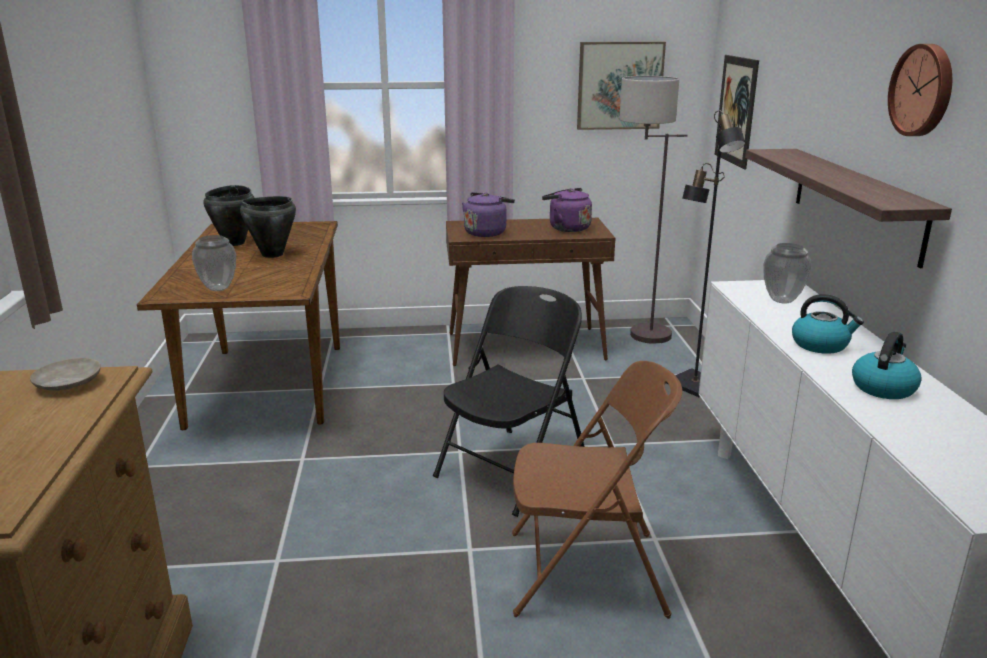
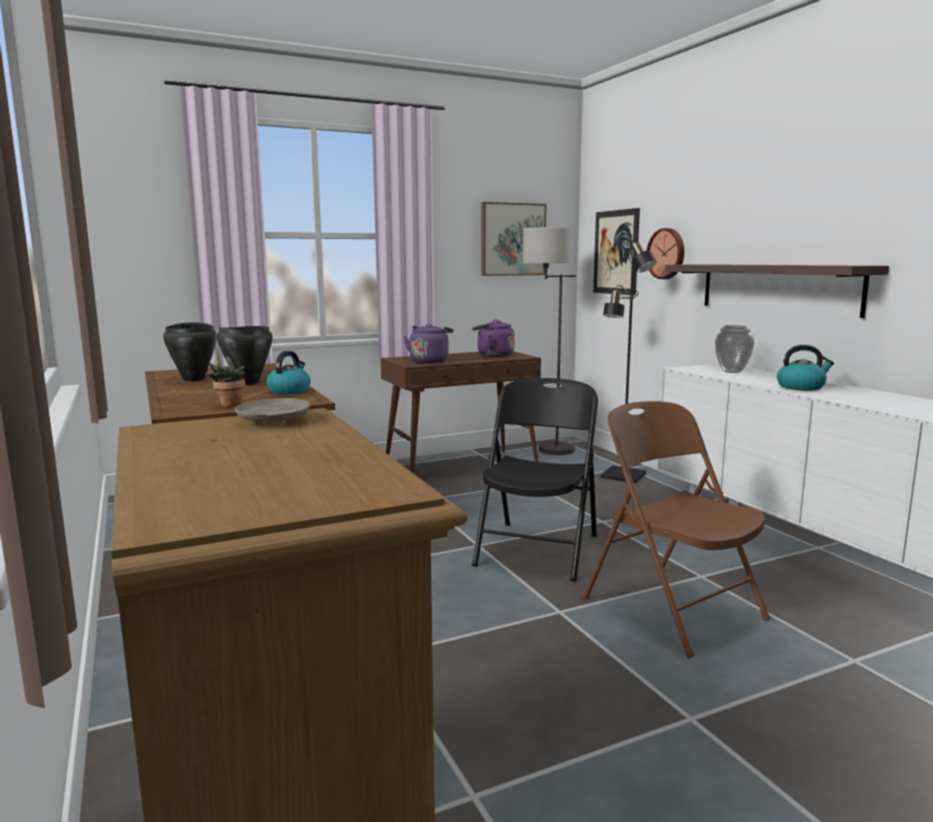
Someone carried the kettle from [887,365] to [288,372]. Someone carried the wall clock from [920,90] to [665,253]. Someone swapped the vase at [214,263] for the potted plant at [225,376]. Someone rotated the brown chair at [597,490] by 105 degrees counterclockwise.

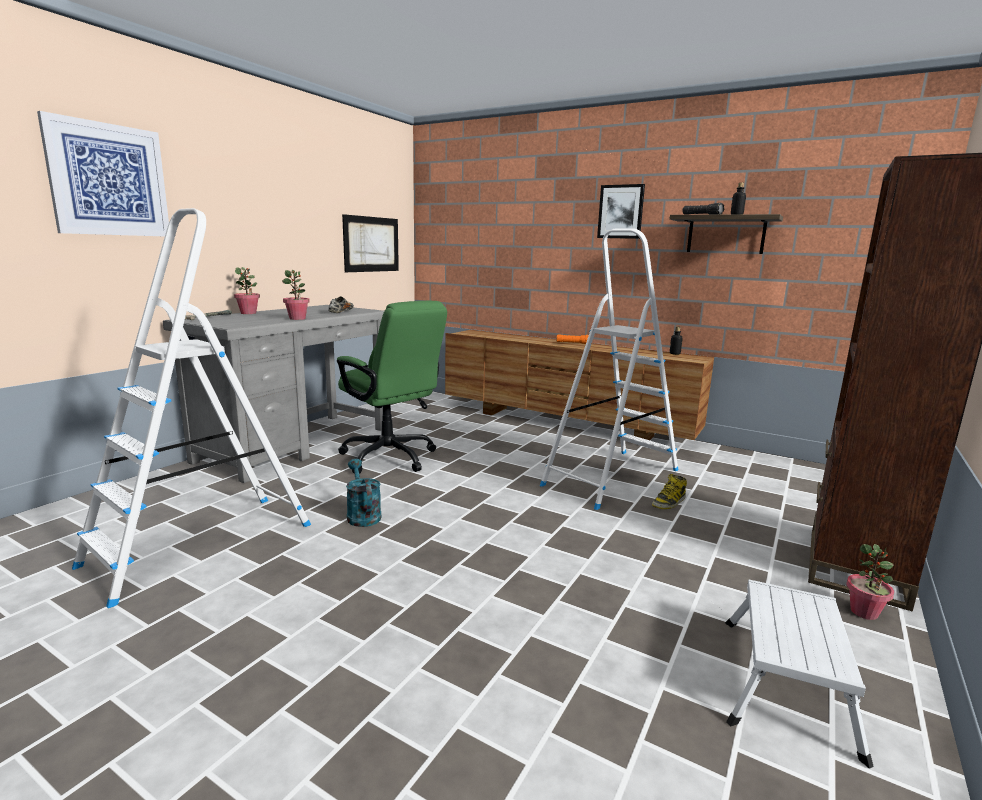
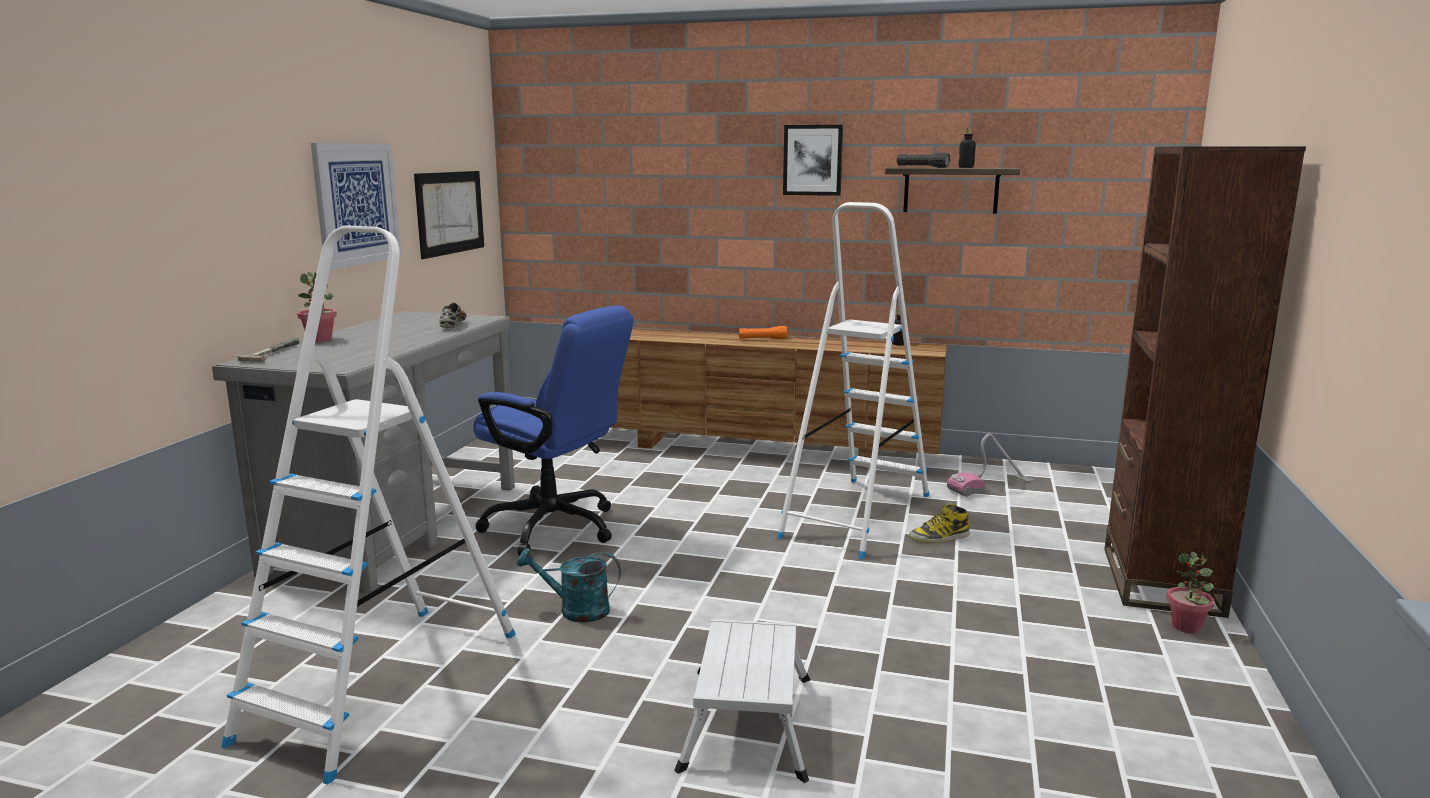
Someone took away the potted plant at [296,295]. Someone put down the vacuum cleaner at [990,465]. Someone carried the picture from [103,173] to [356,206]. Someone carried the white step ladder from [799,674] to [742,701]. Someone repainted the green office chair at [392,387], which became the blue office chair at [553,431]. Someone rotated the turquoise watering can at [363,493] by 45 degrees counterclockwise. Someone rotated the boot at [669,491] by 45 degrees clockwise.

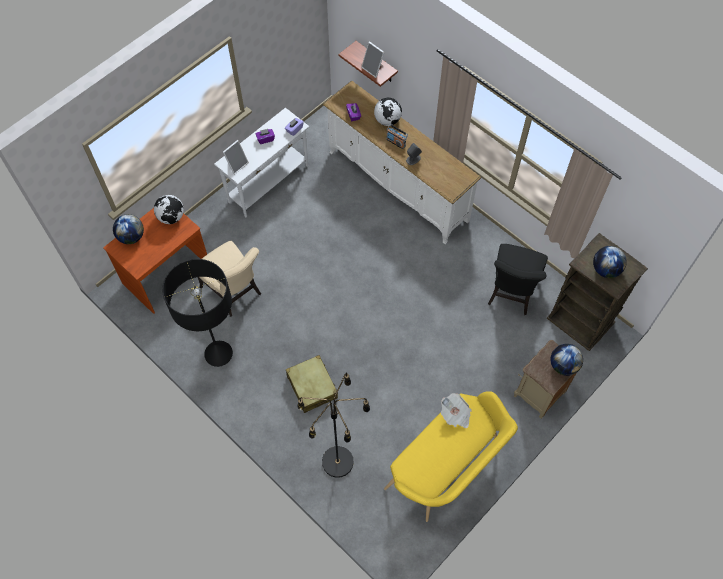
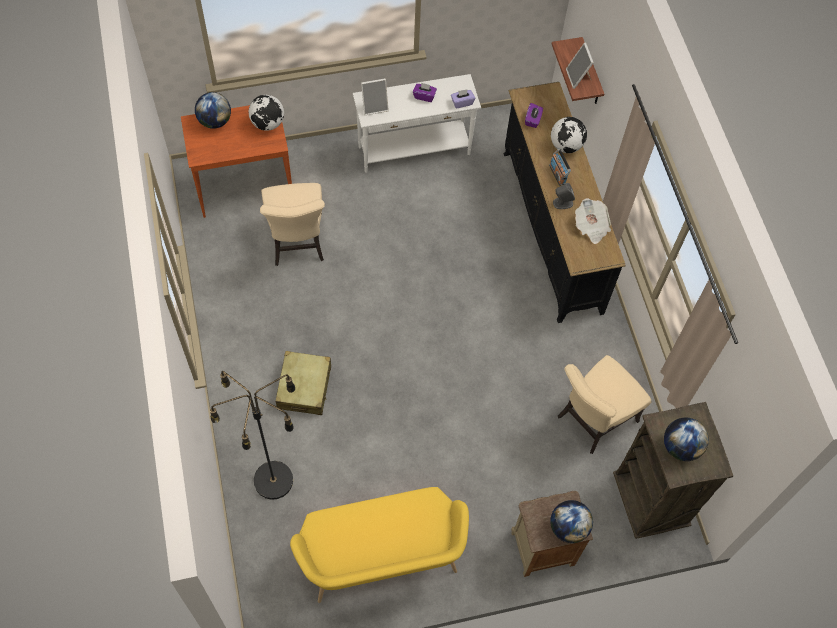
Someone took away the black floor lamp at [197,313]. Someone carried the newspaper from [456,410] to [593,221]. Someone repainted the white dresser at [401,162], which became the black dresser at [564,202]. Someone repainted the black chair at [518,279], which became the beige chair at [604,404].

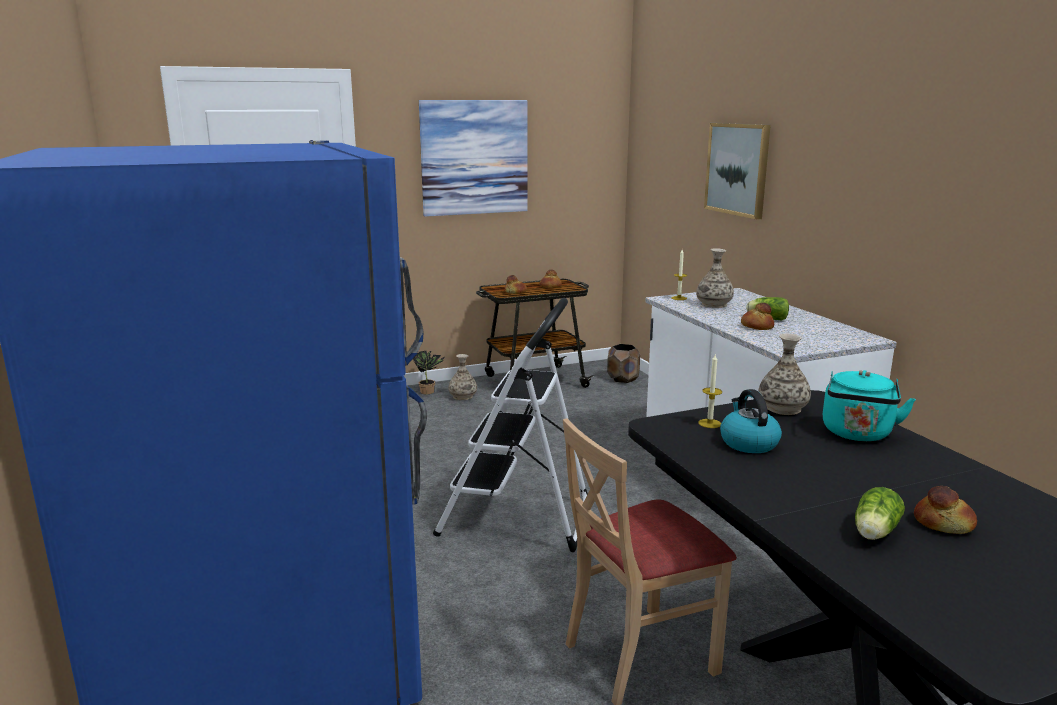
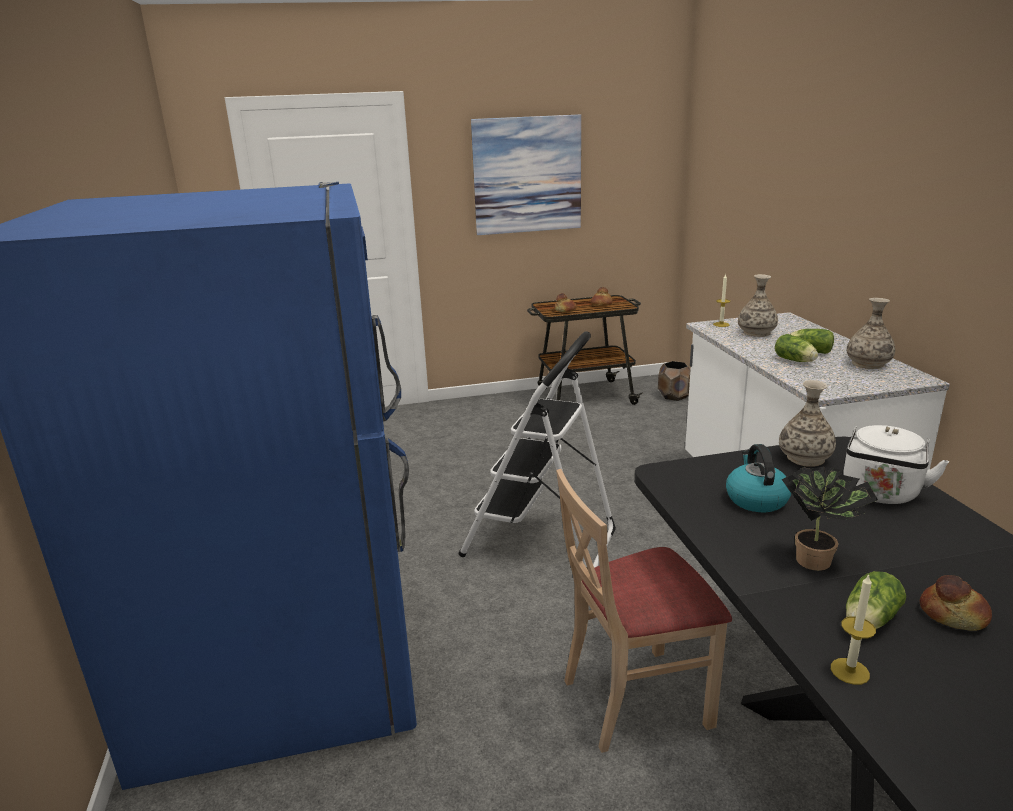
Someone took away the picture at [737,171]. Someone carried the potted plant from [428,373] to [830,518]. Someone carried the vase from [463,377] to [871,333]. Someone carried the candle from [710,391] to [853,629]. Someone swapped the bread at [757,316] for the lettuce at [796,348]. Someone repainted the turquoise kettle at [869,405], which became the white kettle at [896,464].

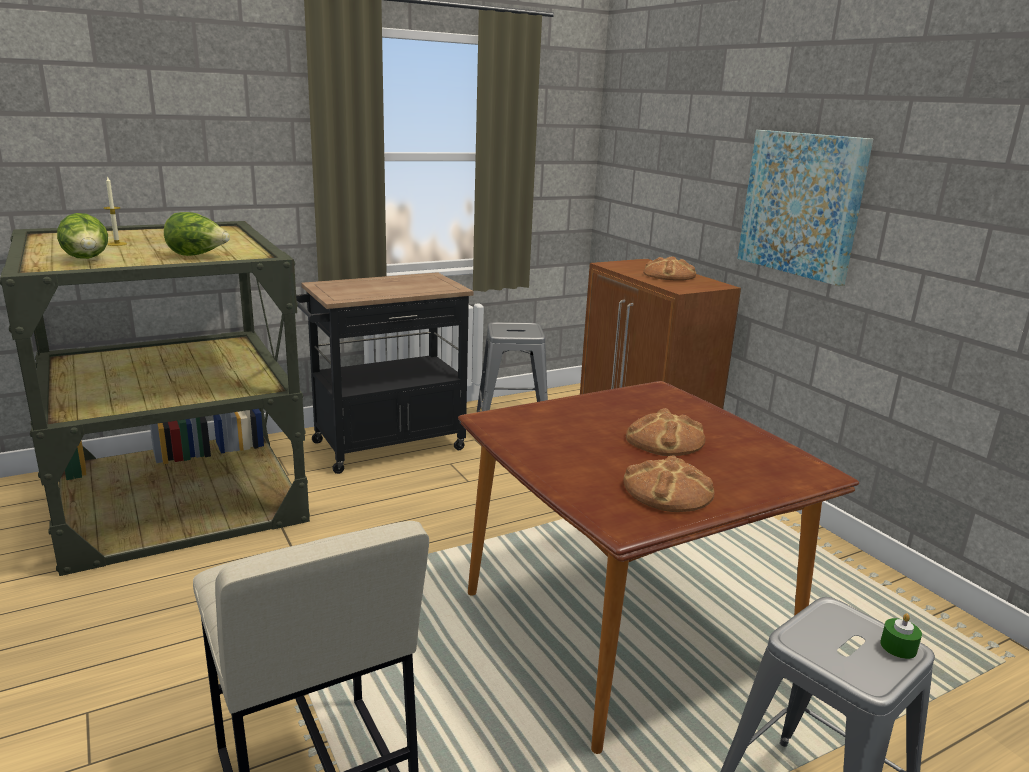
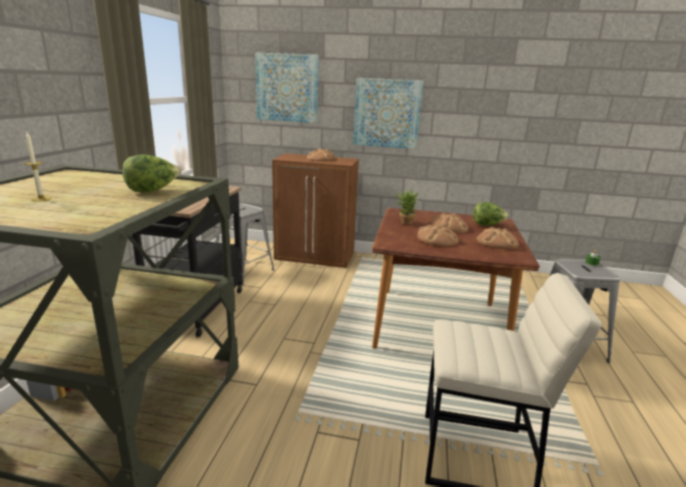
Someone put up the picture at [287,88]. Someone put down the potted plant at [406,206]. Someone put down the bread at [437,235]. Someone carried the lettuce from [82,236] to [491,214].

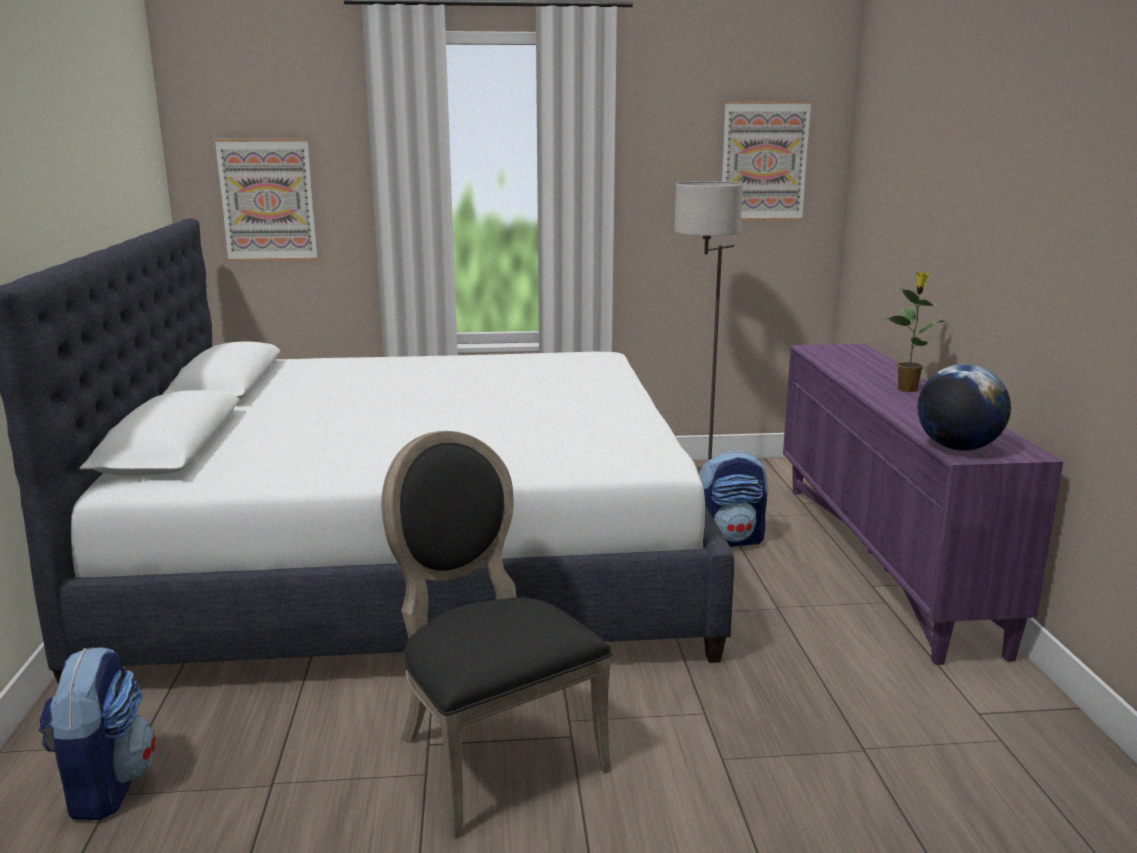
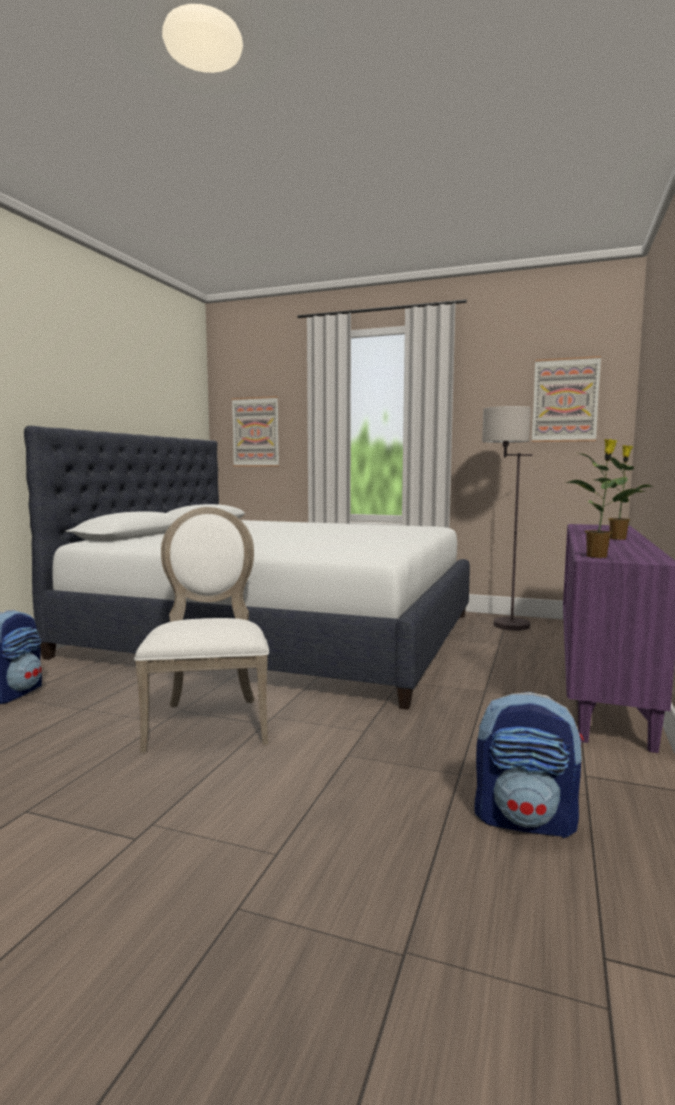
Someone carried the backpack from [733,498] to [529,765]. Someone swapped the globe at [964,407] for the potted plant at [606,498]. Someone repainted the black chair at [496,635], which became the white chair at [201,630].

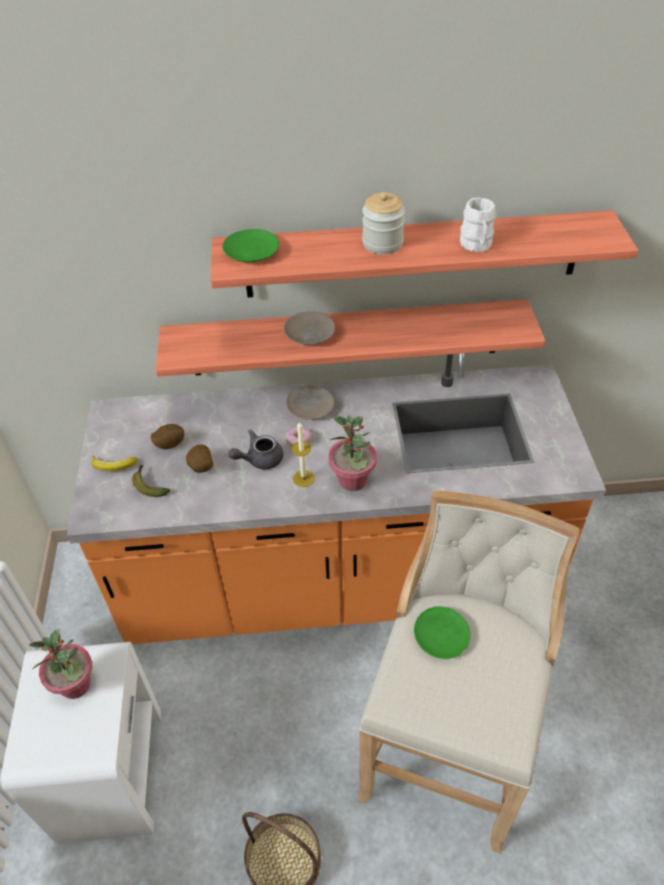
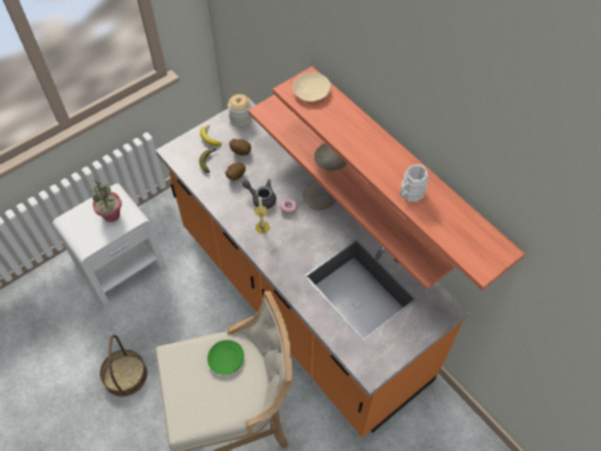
Someone took away the potted plant at [353,453]. Someone carried the jar from [383,223] to [240,110]. Someone repainted the green plate at [250,246], which became the beige plate at [312,87].

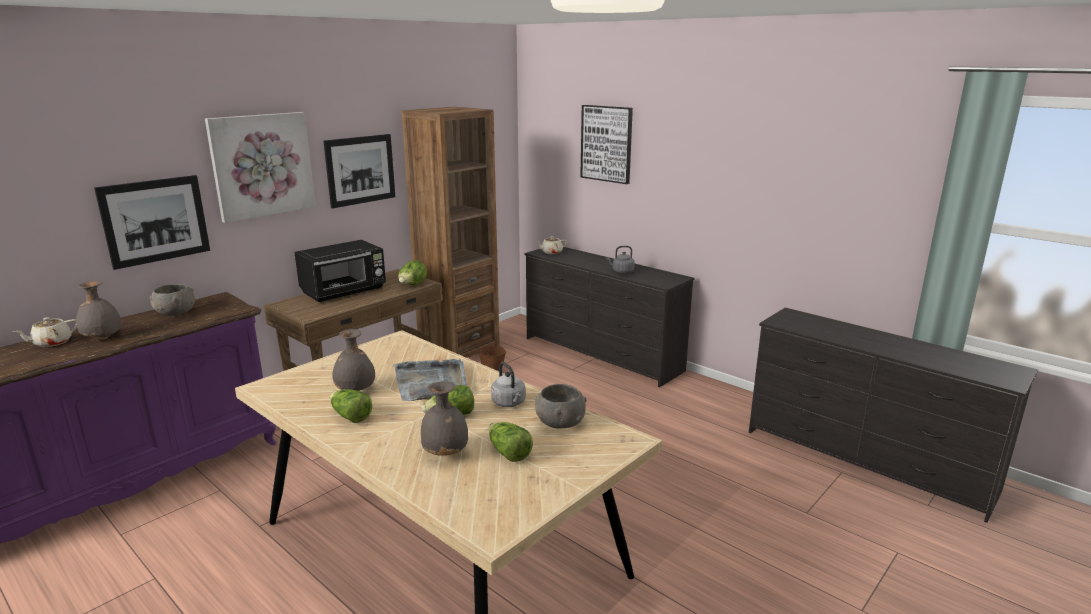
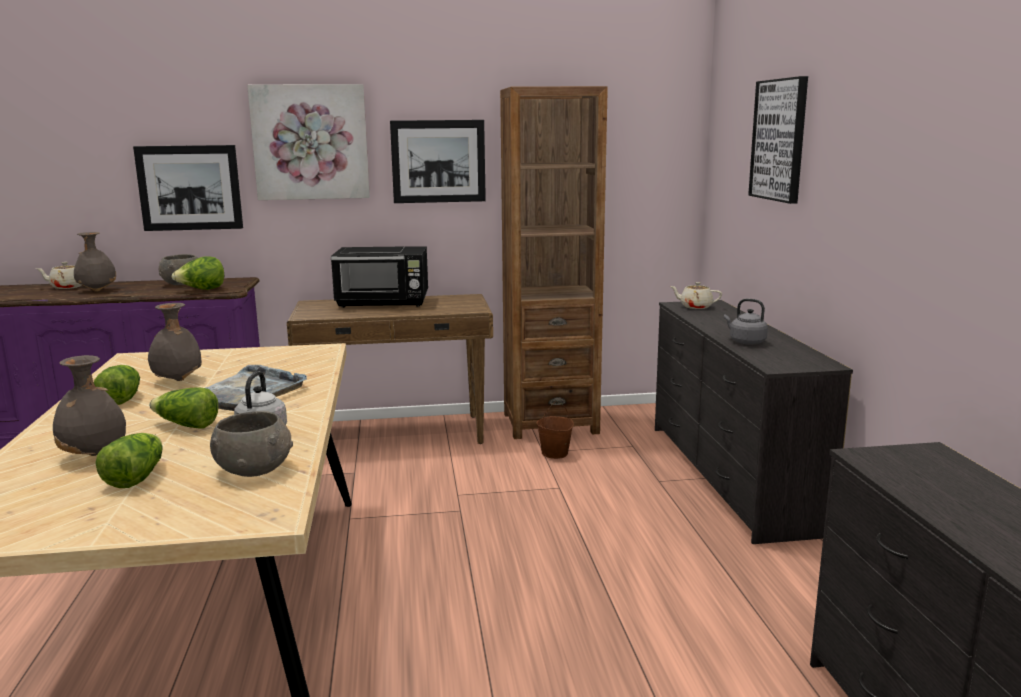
Someone carried the lettuce from [412,272] to [198,273].

